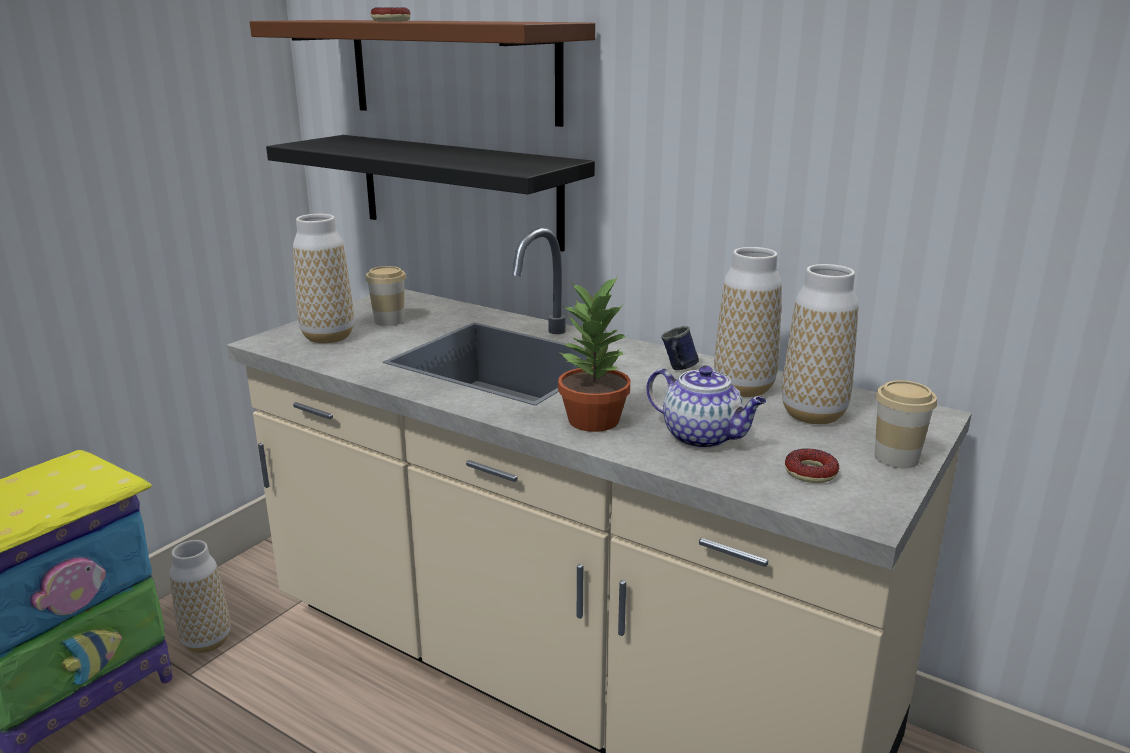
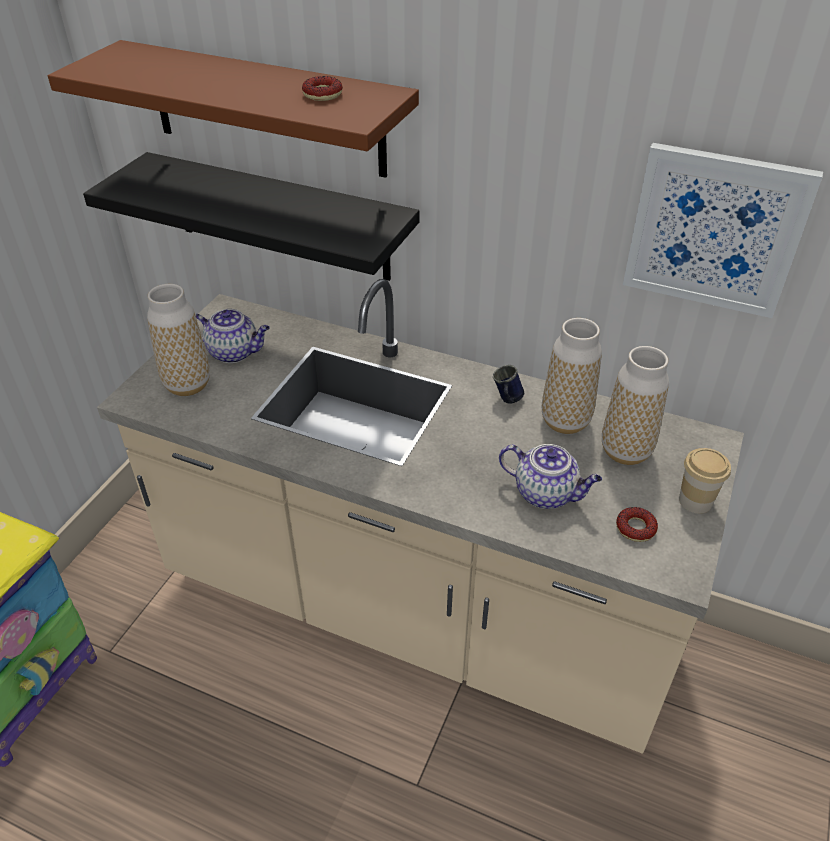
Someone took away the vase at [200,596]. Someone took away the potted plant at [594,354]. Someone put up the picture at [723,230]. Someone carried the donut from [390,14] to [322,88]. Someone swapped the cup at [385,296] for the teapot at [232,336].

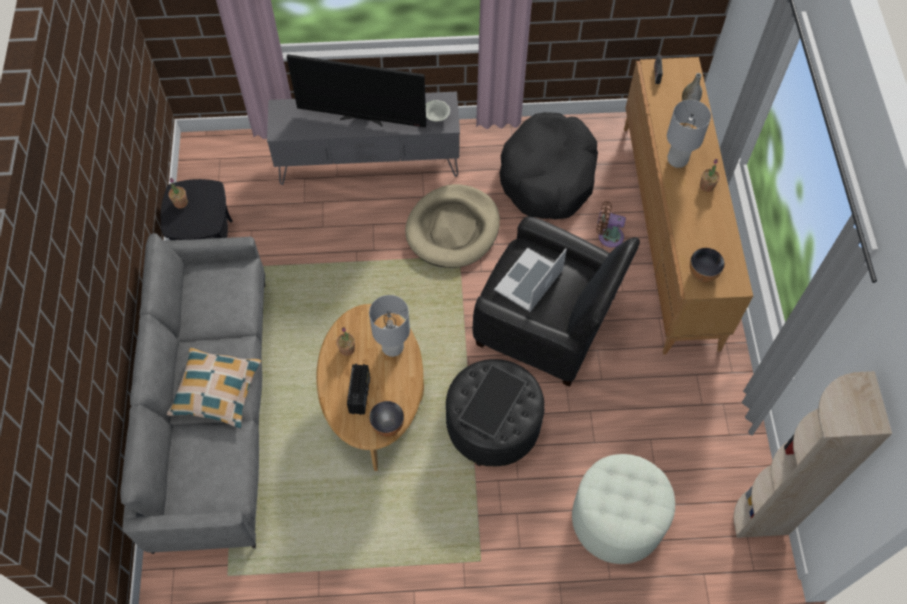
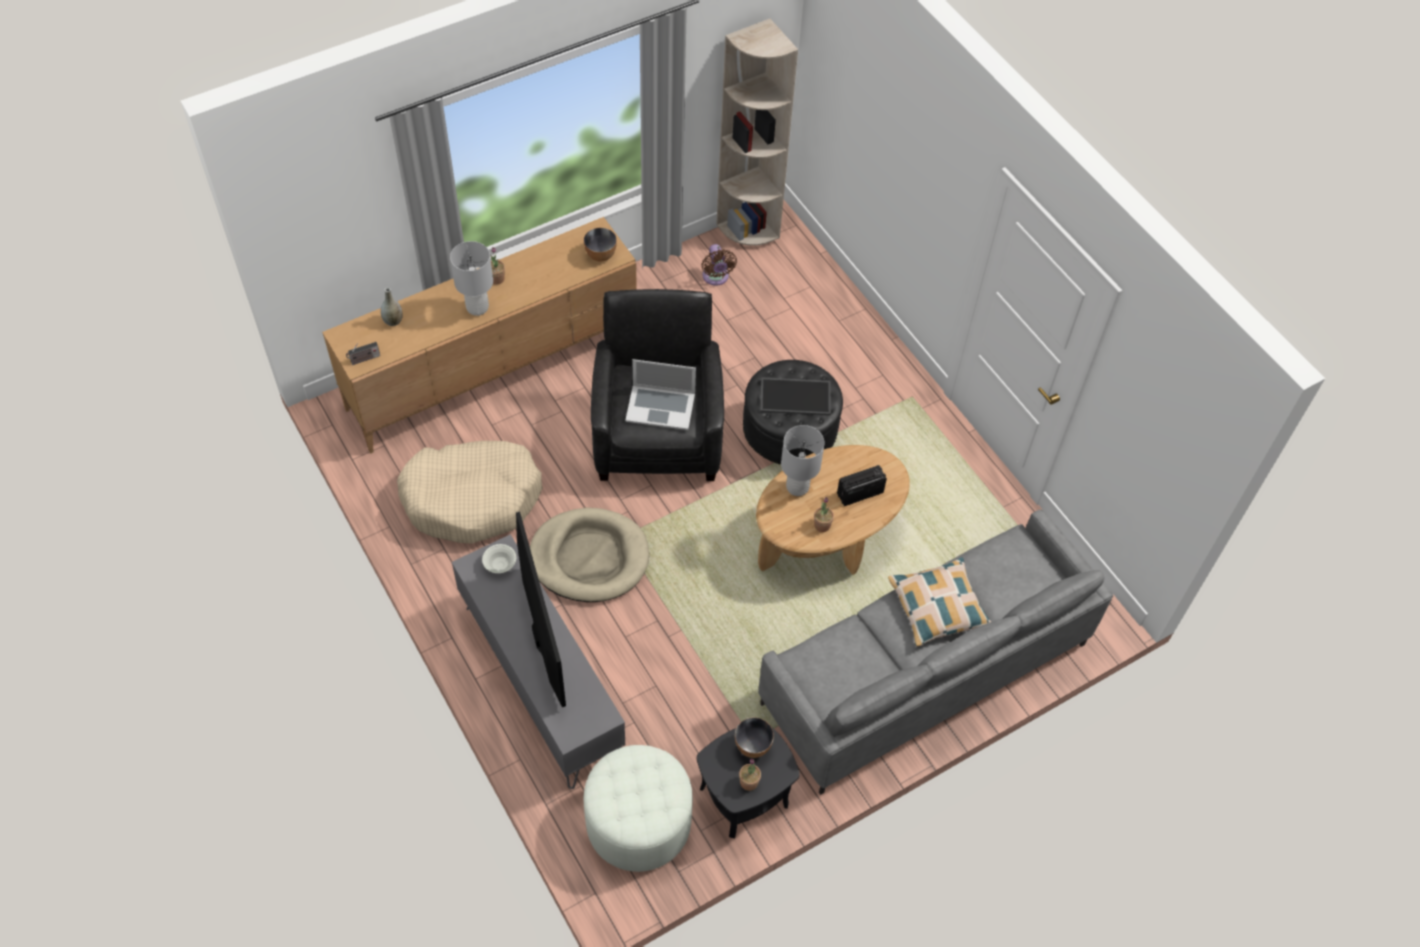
Someone carried the bowl from [386,419] to [754,737]. Someone carried the white ottoman from [623,509] to [638,808]. Someone carried the brown fan from [611,224] to [719,265]. Someone repainted the black dog bed at [548,165], which became the beige dog bed at [470,492].

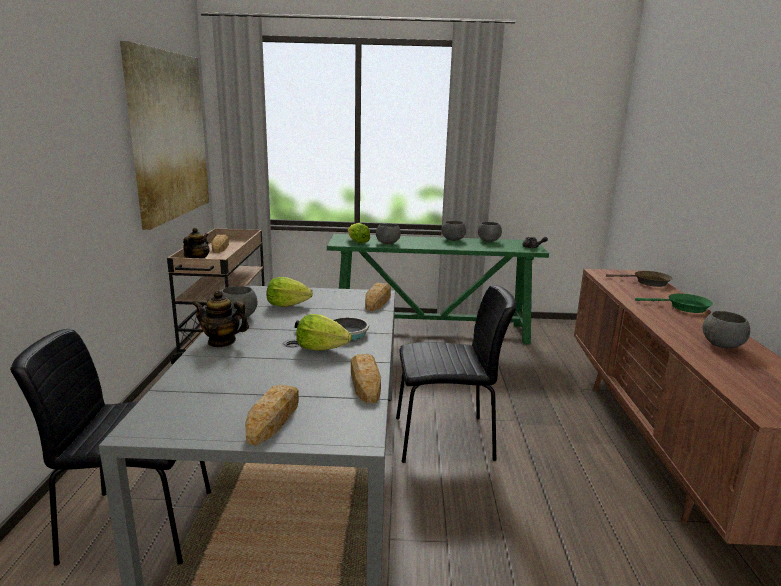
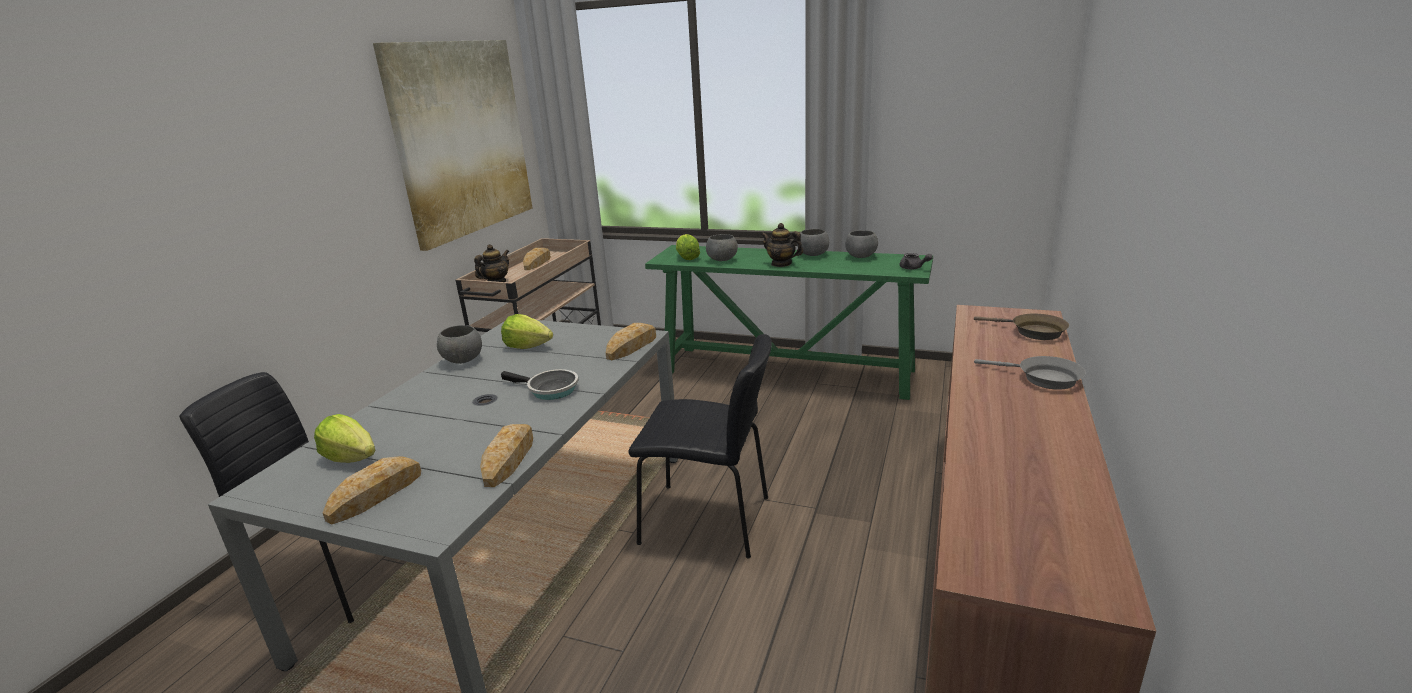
Someone took away the grey bowl at [726,329]. Someone carried the teapot from [220,318] to [782,245]. Someone carried the lettuce from [324,332] to [344,438]. Someone repainted the green frying pan at [674,303], which became the grey frying pan at [1030,373].

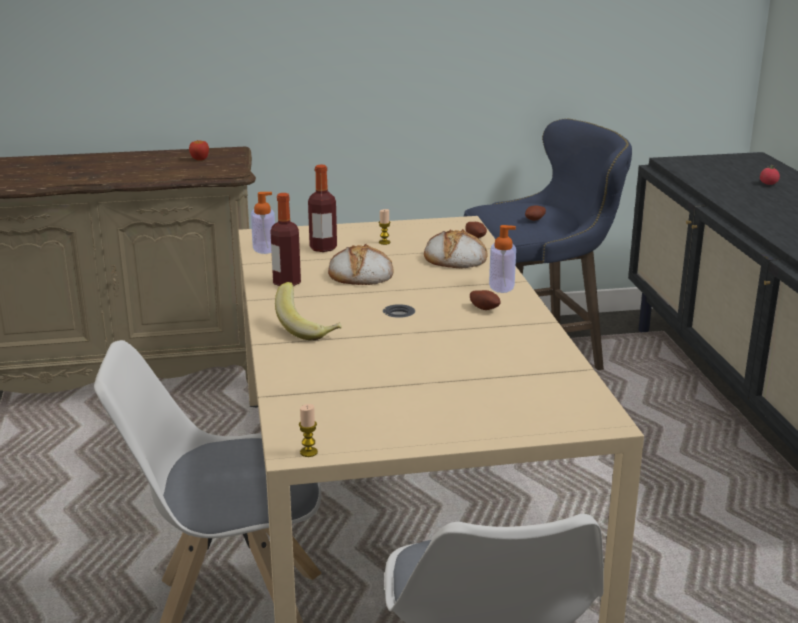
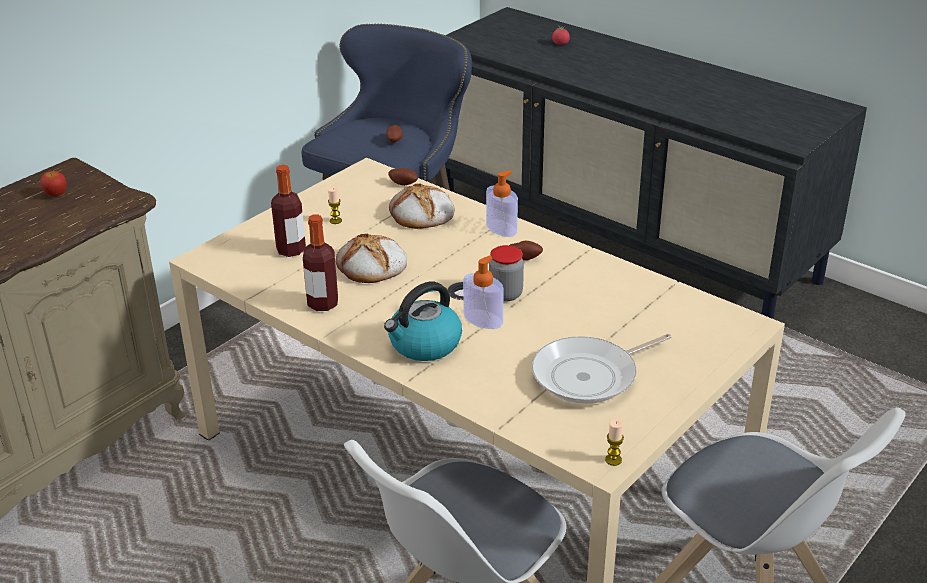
Someone put down the jar at [506,273]. Someone put down the frying pan at [602,369]. Someone carried the soap dispenser from [263,223] to [483,292]. Someone swapped the banana at [308,311] for the kettle at [423,321].

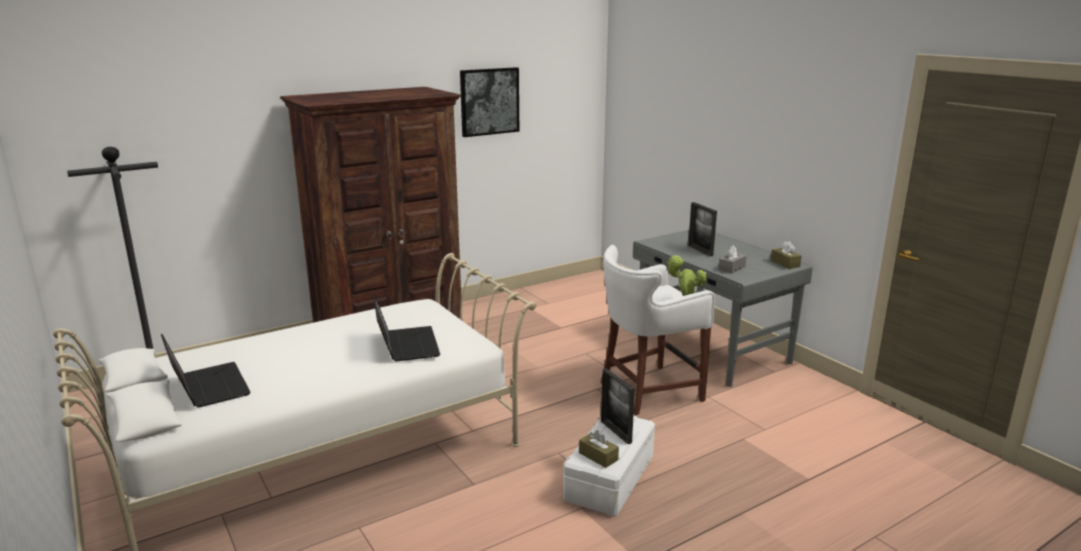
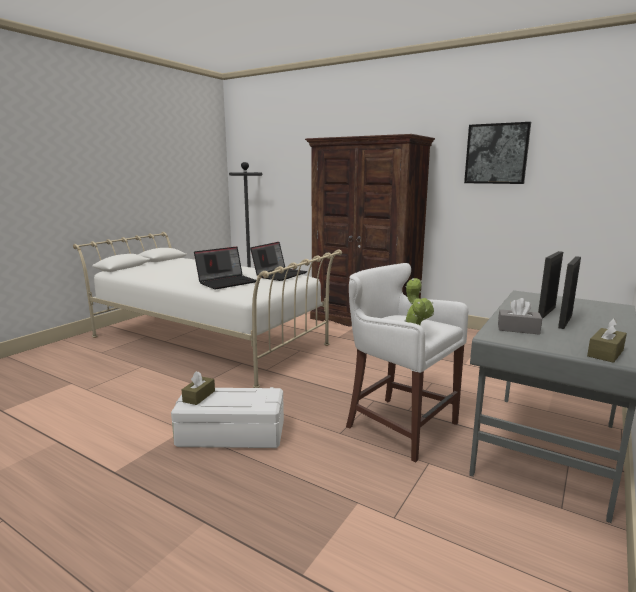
Someone carried the laptop from [206,371] to [278,261]. Someone carried the picture frame from [618,406] to [569,292].

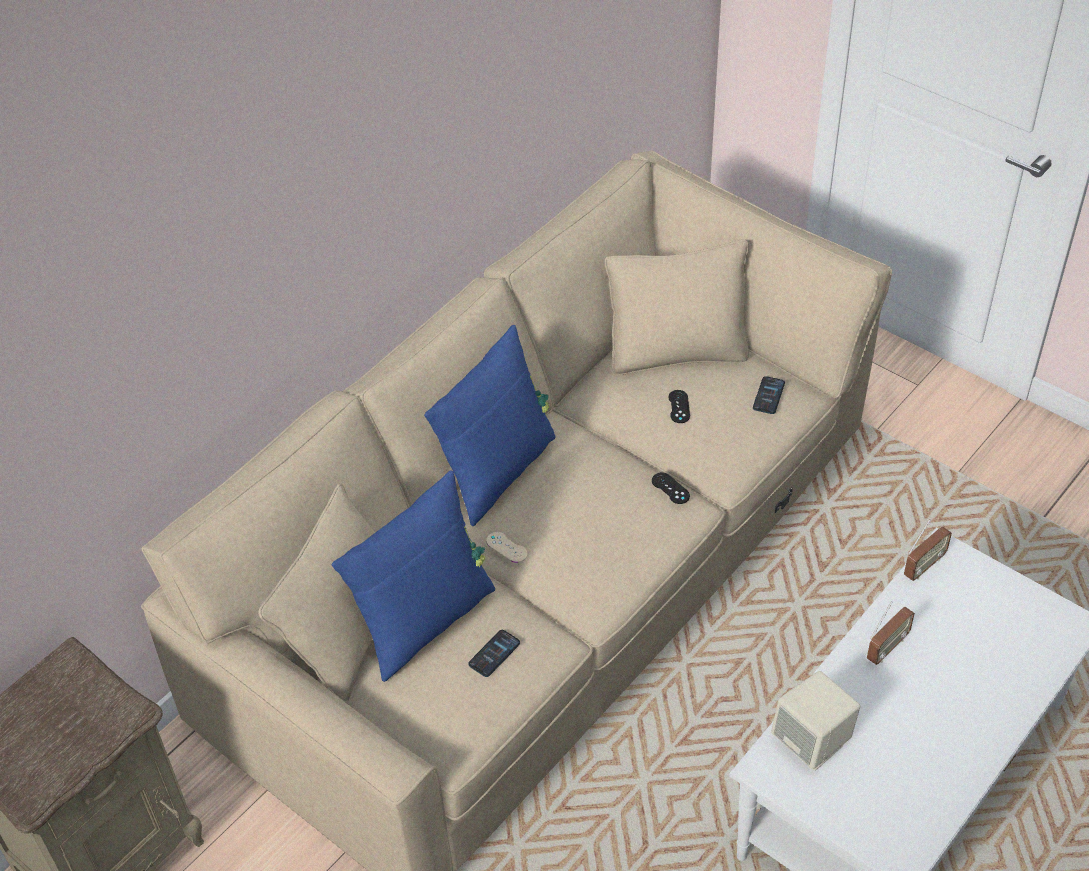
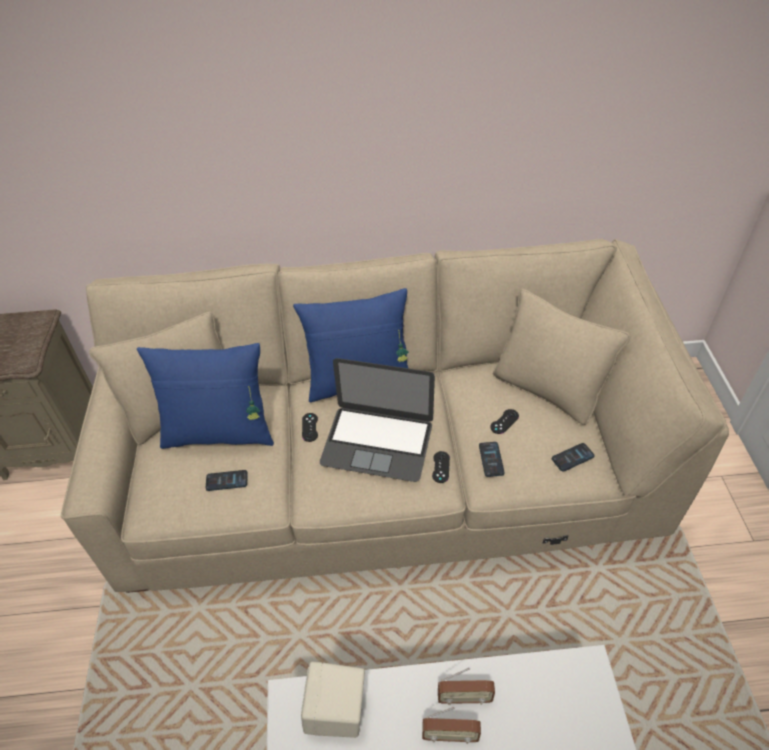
Someone put down the laptop at [377,420]. Someone put down the phone at [492,459]. Someone carried the radio from [928,550] to [451,725]. Someone repainted the beige game controller at [507,547], which became the black game controller at [310,427].

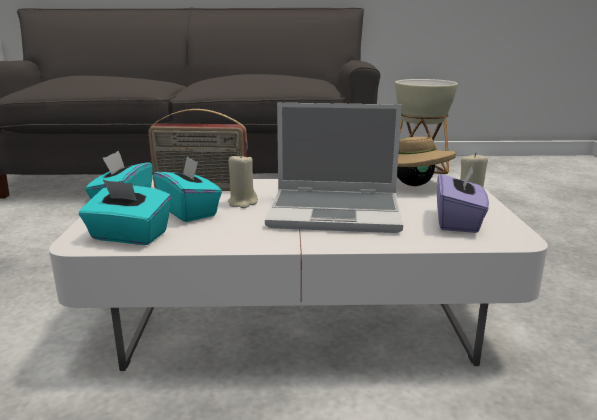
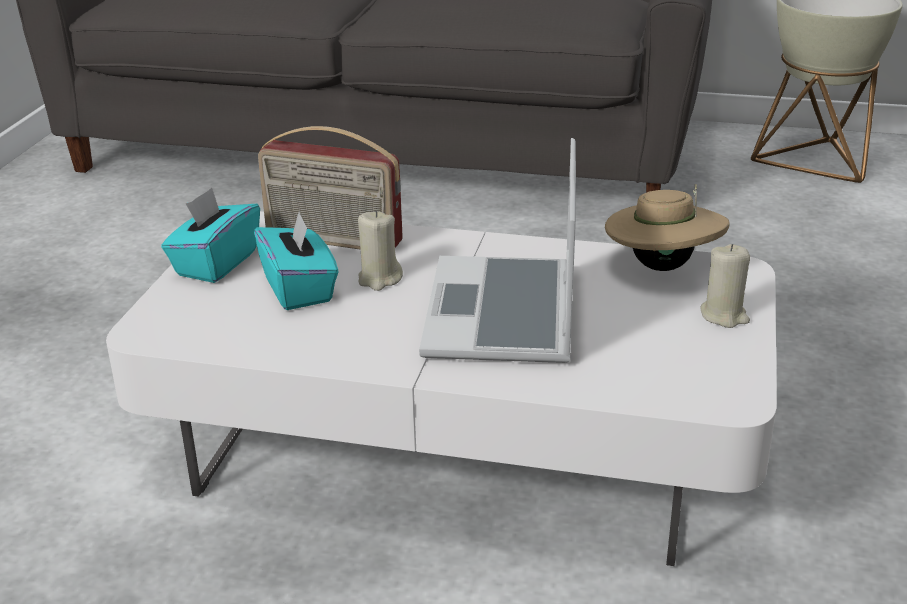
Someone took away the turquoise tissue box at [125,212]. Someone took away the purple tissue box at [463,200]. Someone rotated the laptop at [334,168] by 75 degrees clockwise.

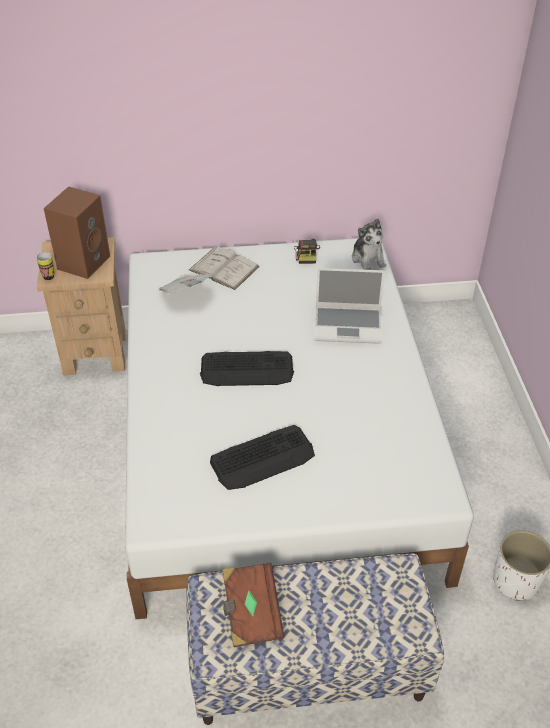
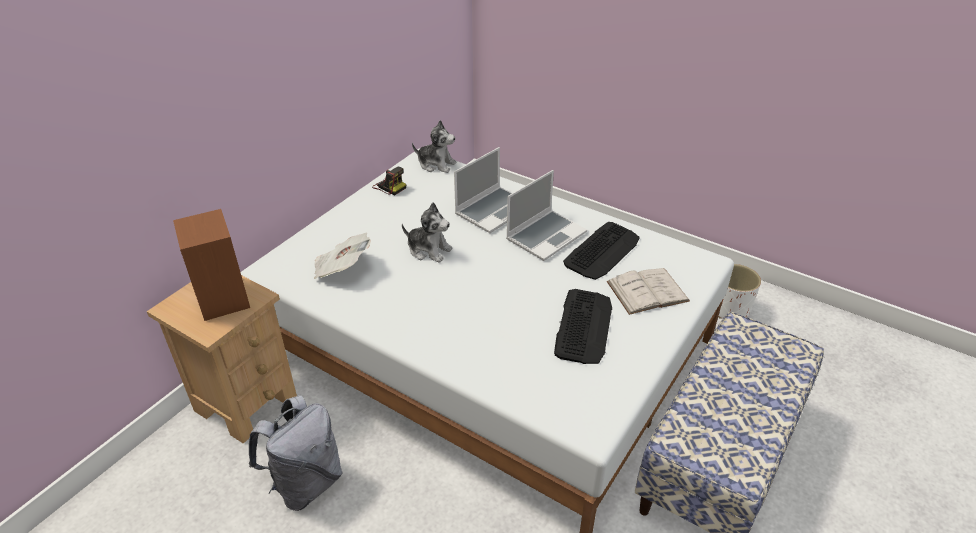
Someone took away the mug at [45,265]. Someone took away the brown book at [253,605]. Someone put down the grey backpack at [295,453]. Someone put down the plush toy at [427,233]. Someone put down the laptop at [546,215]. Someone carried the white book from [224,268] to [648,291]. Someone carried the keyboard from [247,368] to [601,251].

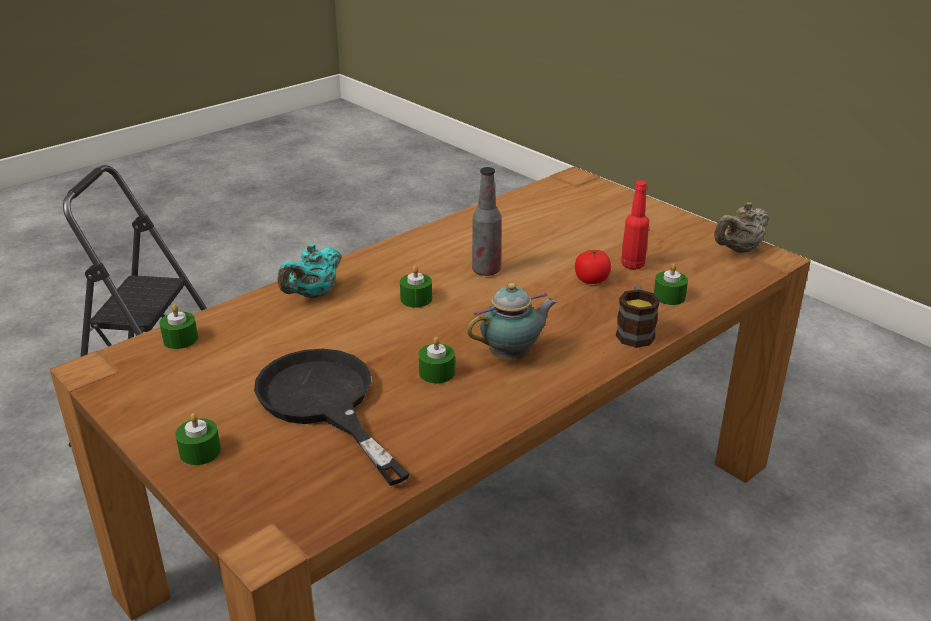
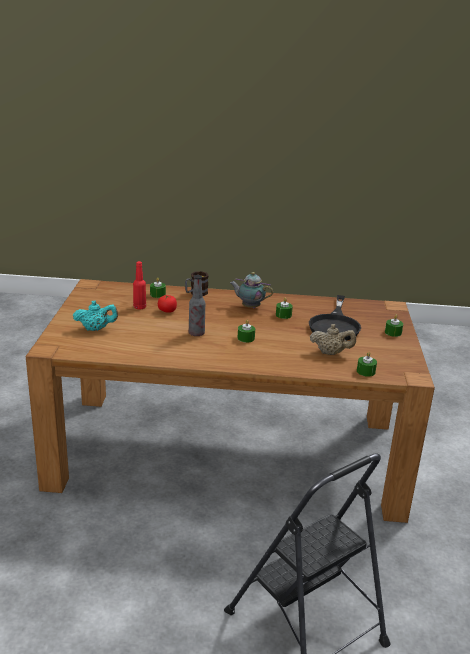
Someone carried the turquoise teapot from [309,271] to [95,316]. Someone carried the beige teapot from [741,227] to [333,339].

